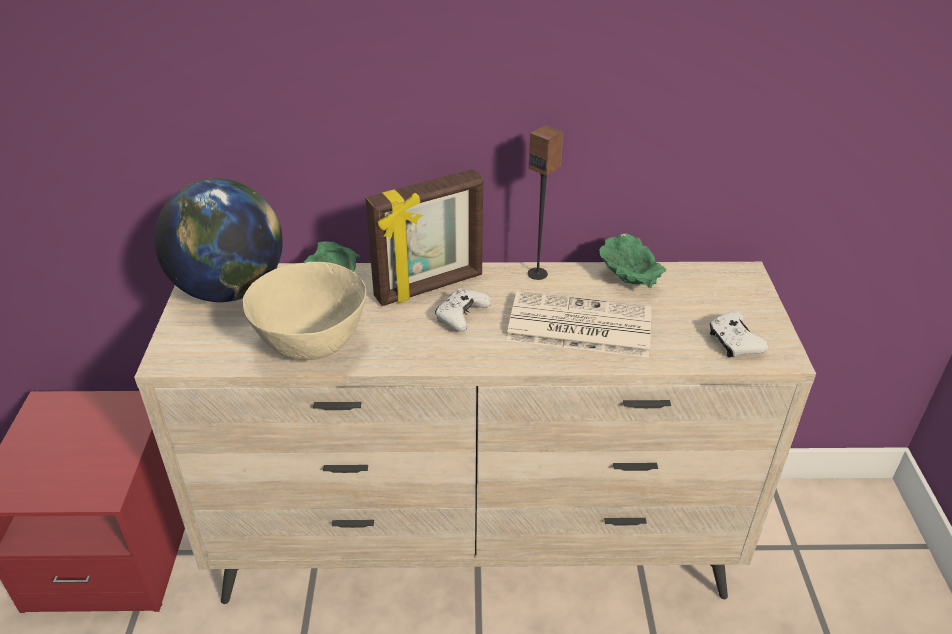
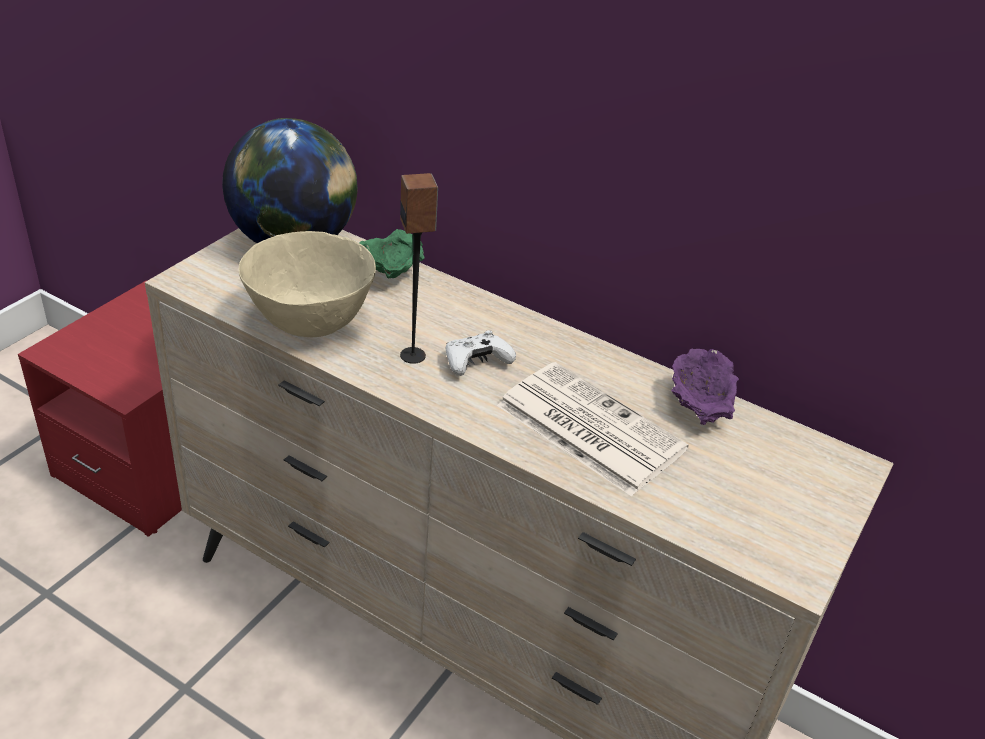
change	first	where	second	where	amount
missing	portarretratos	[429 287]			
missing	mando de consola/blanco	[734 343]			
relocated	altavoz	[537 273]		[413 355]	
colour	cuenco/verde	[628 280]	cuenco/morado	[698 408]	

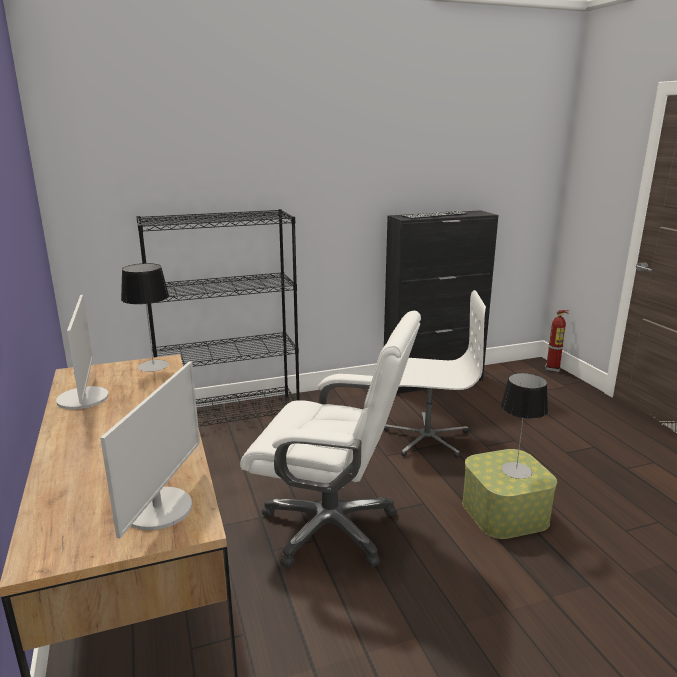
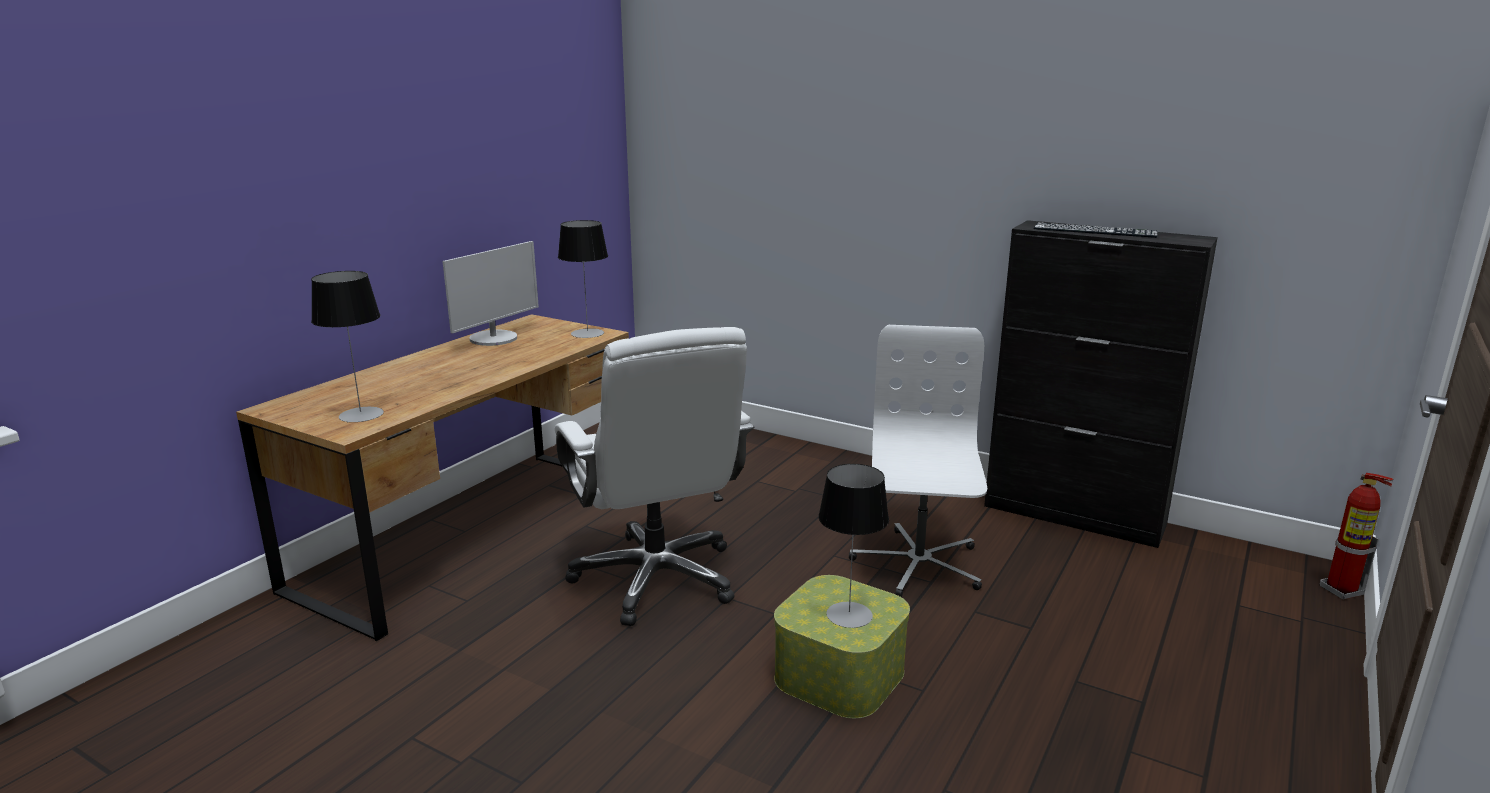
change	first	where	second	where	amount
missing	estantería/negro	[231 416]			
exchanged	monitor	[159 508]	lámpara de mesa	[361 415]	
spun	silla de oficina/blanco	[426 438]		[917 564]	135 degrees counterclockwise

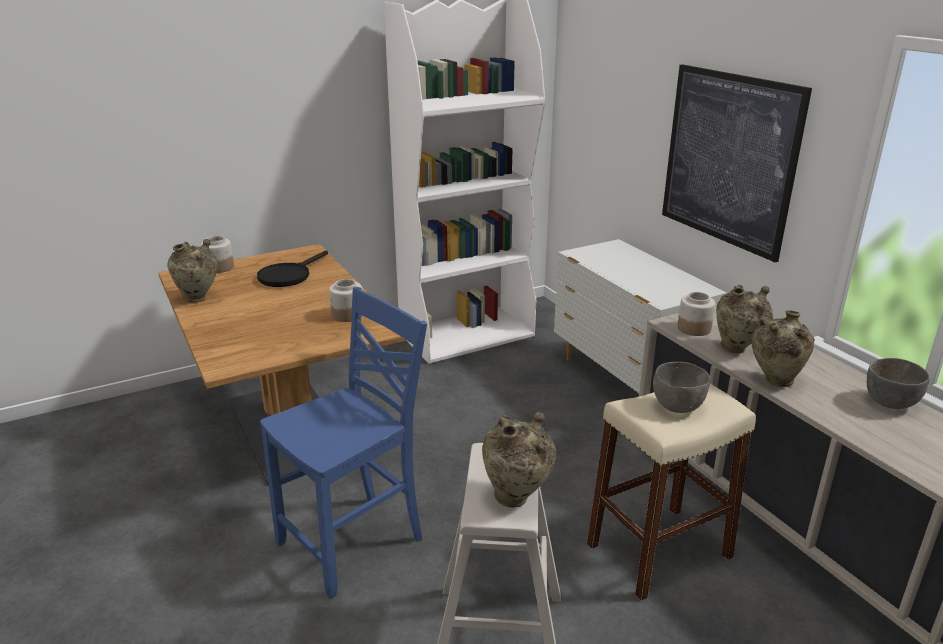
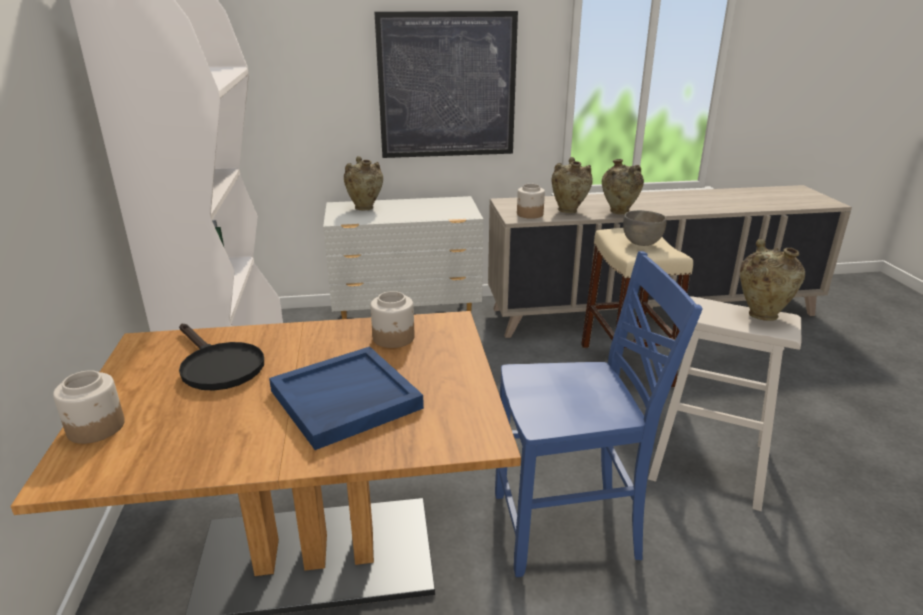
change	first	where	second	where	amount
missing	cuenco/gris	[890 403]			
appeared			bandeja/azul	[345 400]	
relocated	florero/beis	[198 299]		[365 208]	
spun	silla/azul	[354 542]		[569 528]	105 degrees clockwise

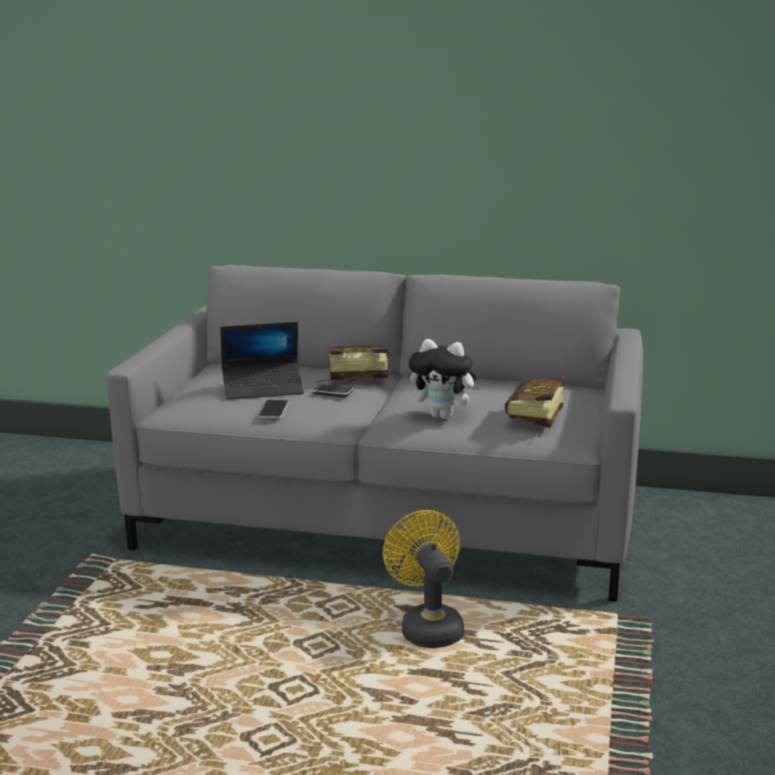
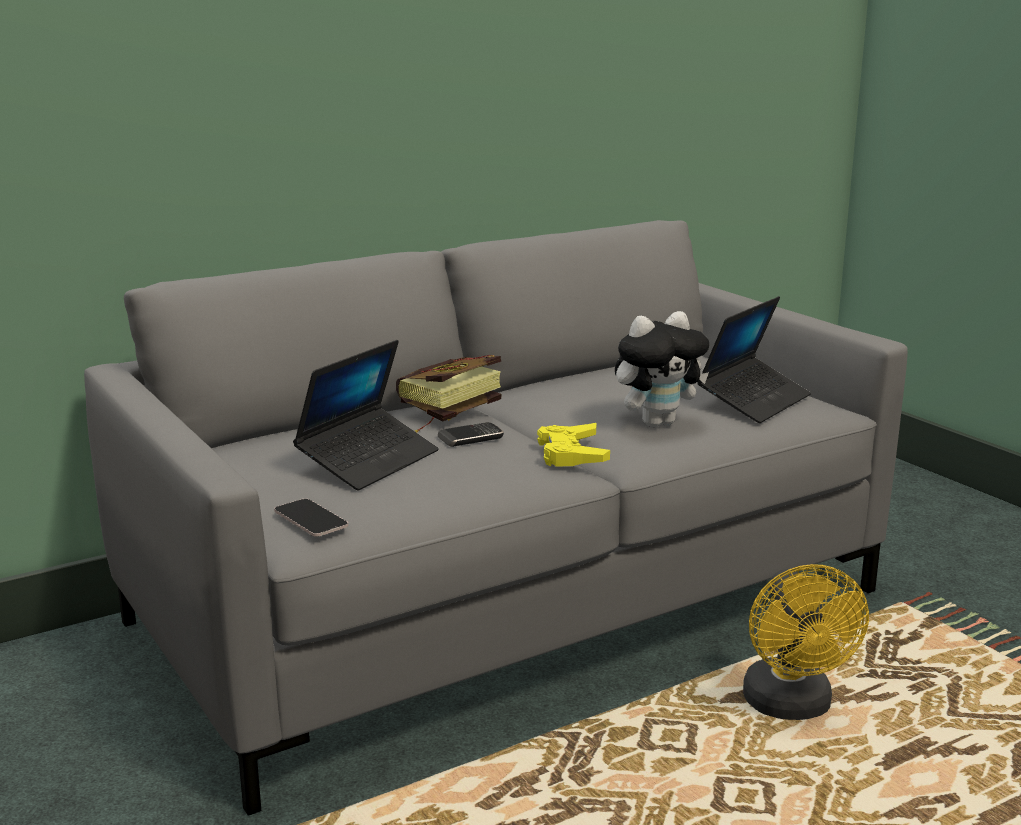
change	first	where	second	where	amount
appeared			mando de consola/amarillo	[571 453]	
relocated	móvil	[273 410]		[310 519]	
exchanged	libro	[533 423]	portátil	[754 401]	
spun	ventilador/amarillo	[427 627]		[792 707]	120 degrees counterclockwise

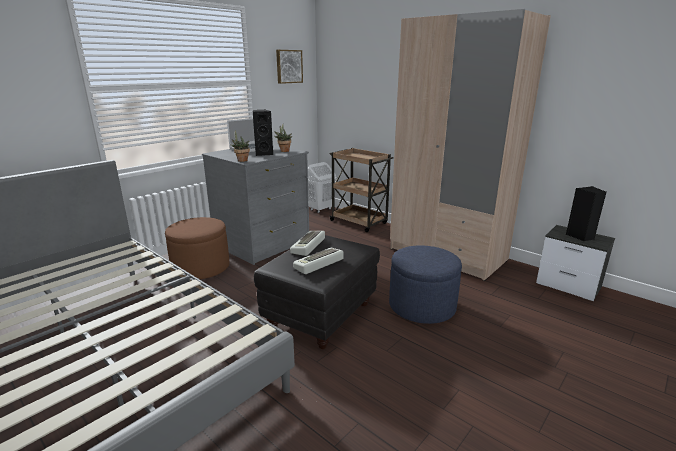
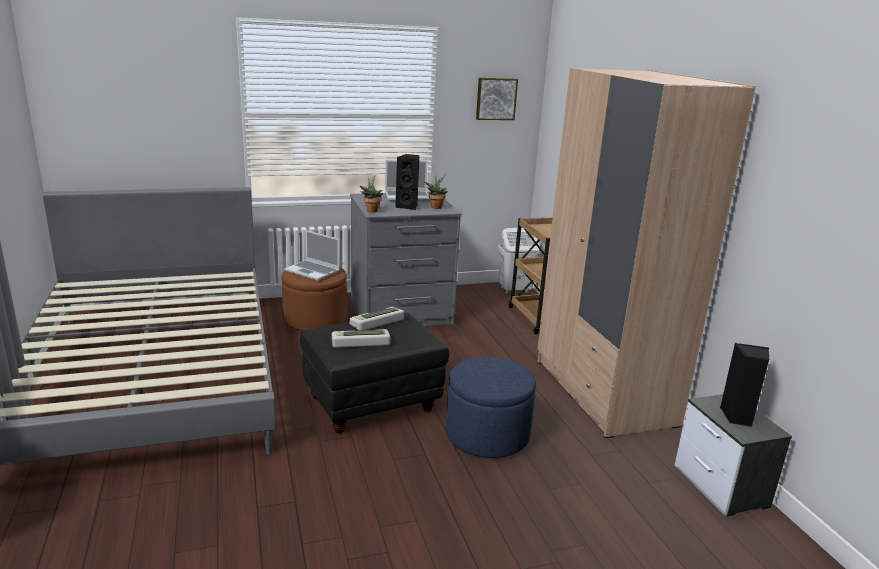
change	first	where	second	where	amount
appeared			portátil	[313 271]	

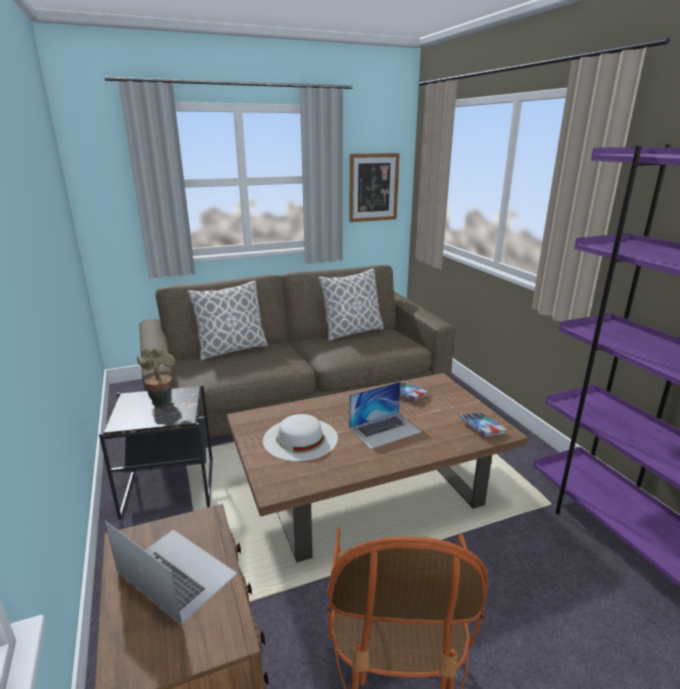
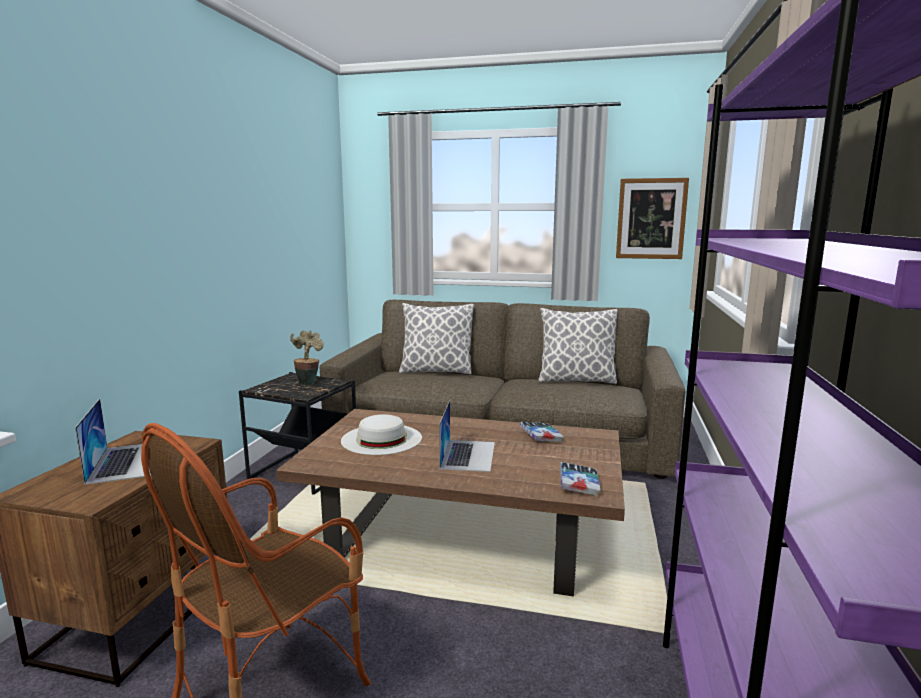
change	first	where	second	where	amount
spun	portátil	[385 430]		[468 455]	90 degrees counterclockwise

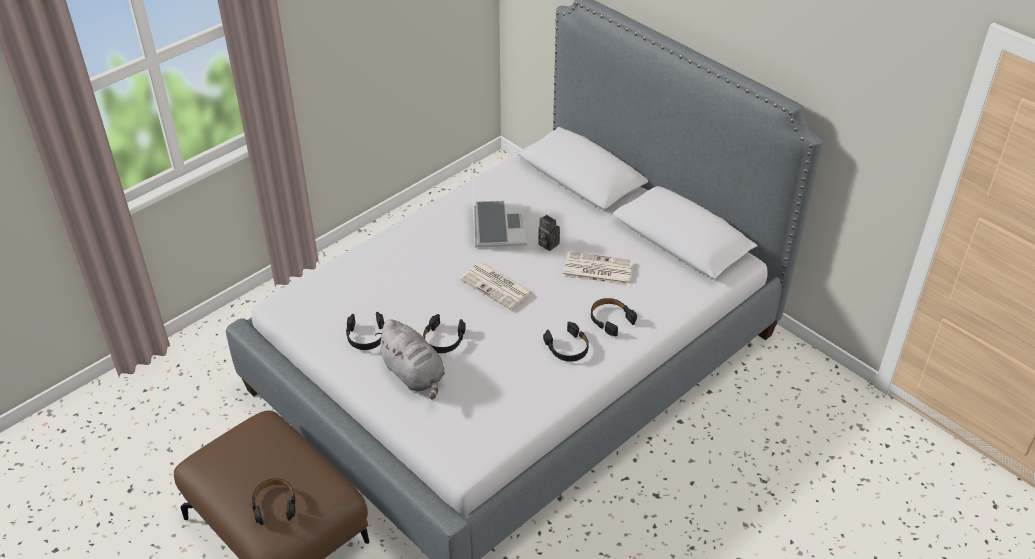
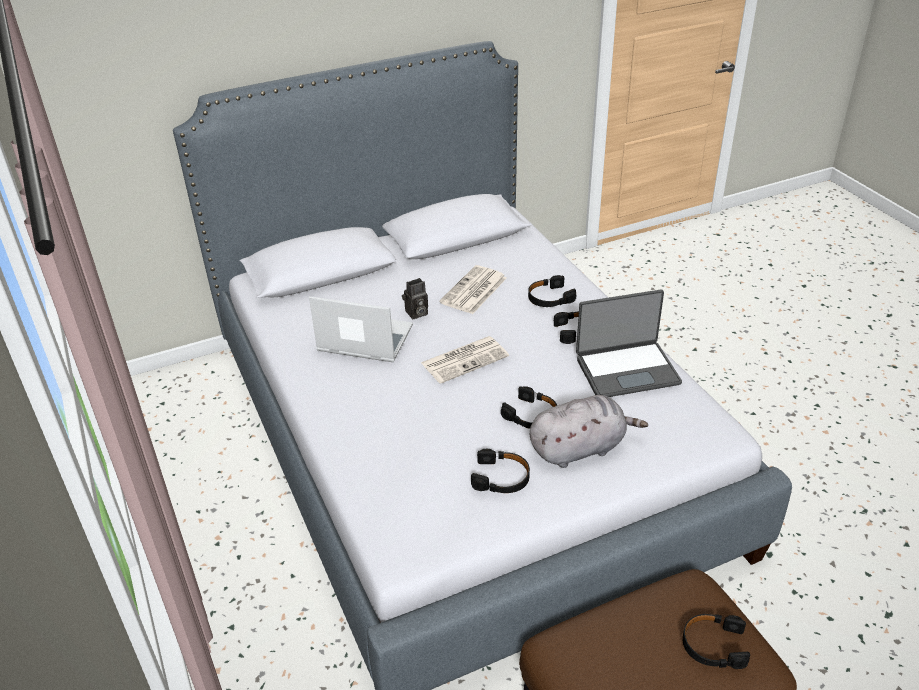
change	first	where	second	where	amount
appeared			portátil	[626 370]	

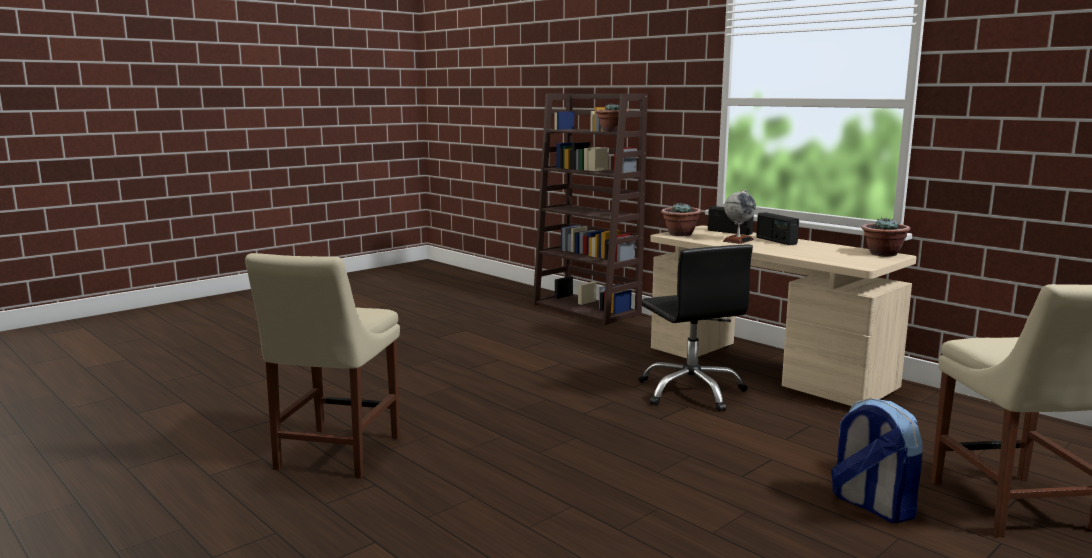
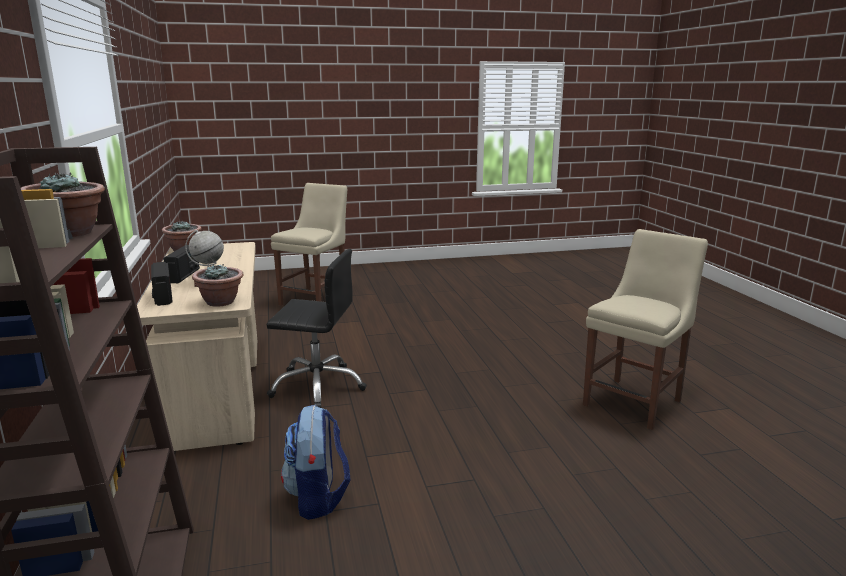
change	first	where	second	where	amount
relocated	mochila	[871 506]		[318 498]	
spun	silla de oficina/negro	[691 392]		[318 386]	90 degrees clockwise

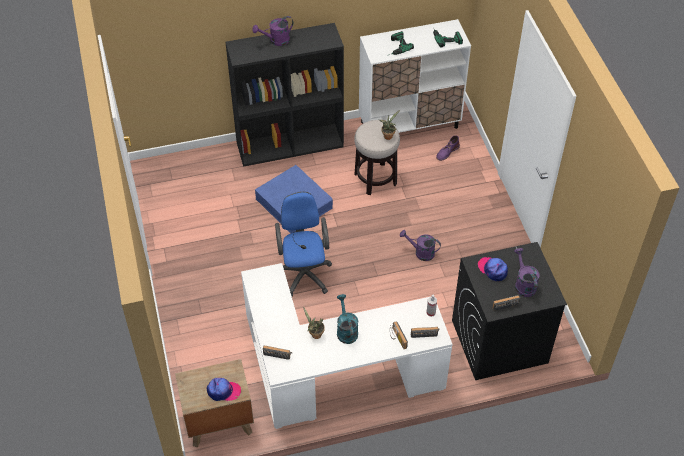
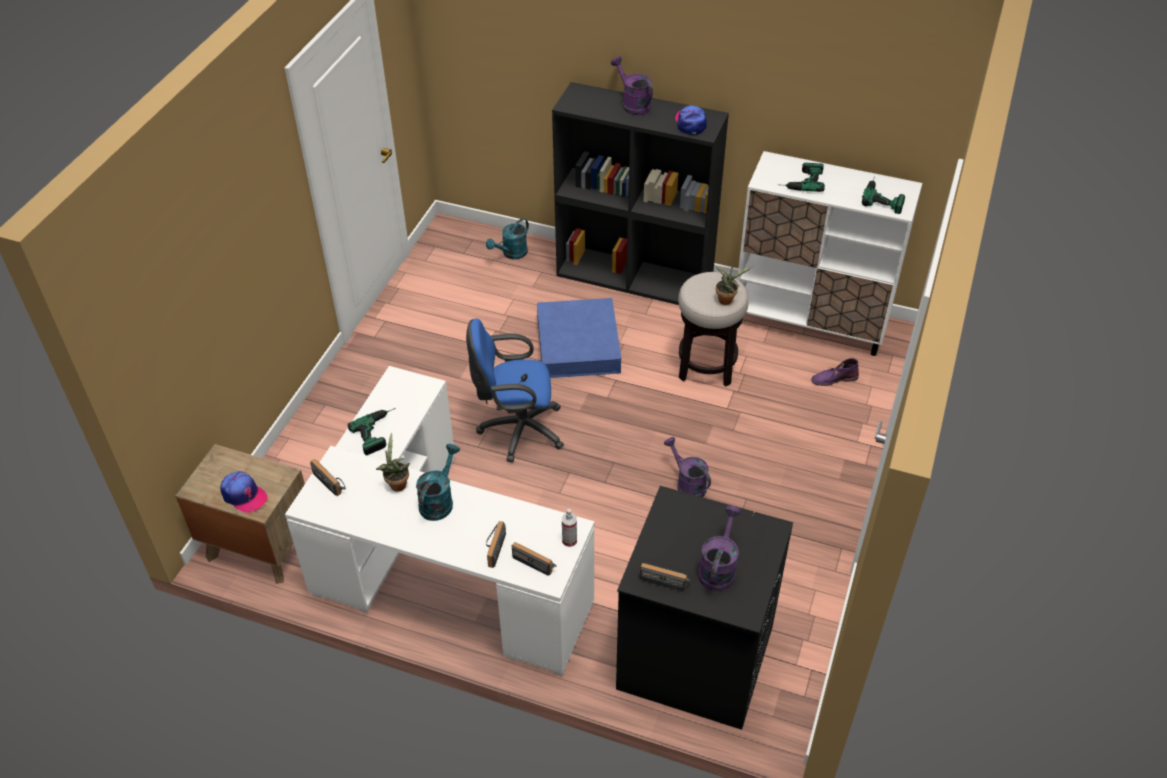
change	first	where	second	where	amount
appeared			taladro	[379 431]	
appeared			regadera/turquesa	[511 254]	
relocated	gorra	[493 269]		[690 123]	
spun	regadera/morado	[276 41]		[632 104]	45 degrees clockwise
spun	silla de oficina/azul	[304 272]		[517 430]	120 degrees counterclockwise

